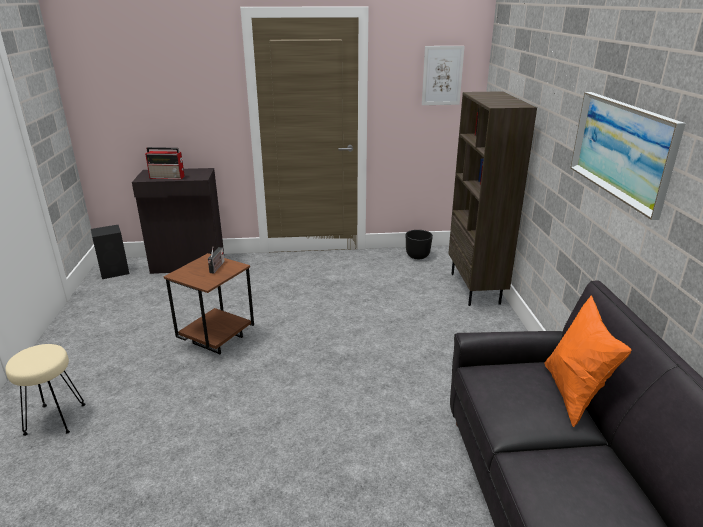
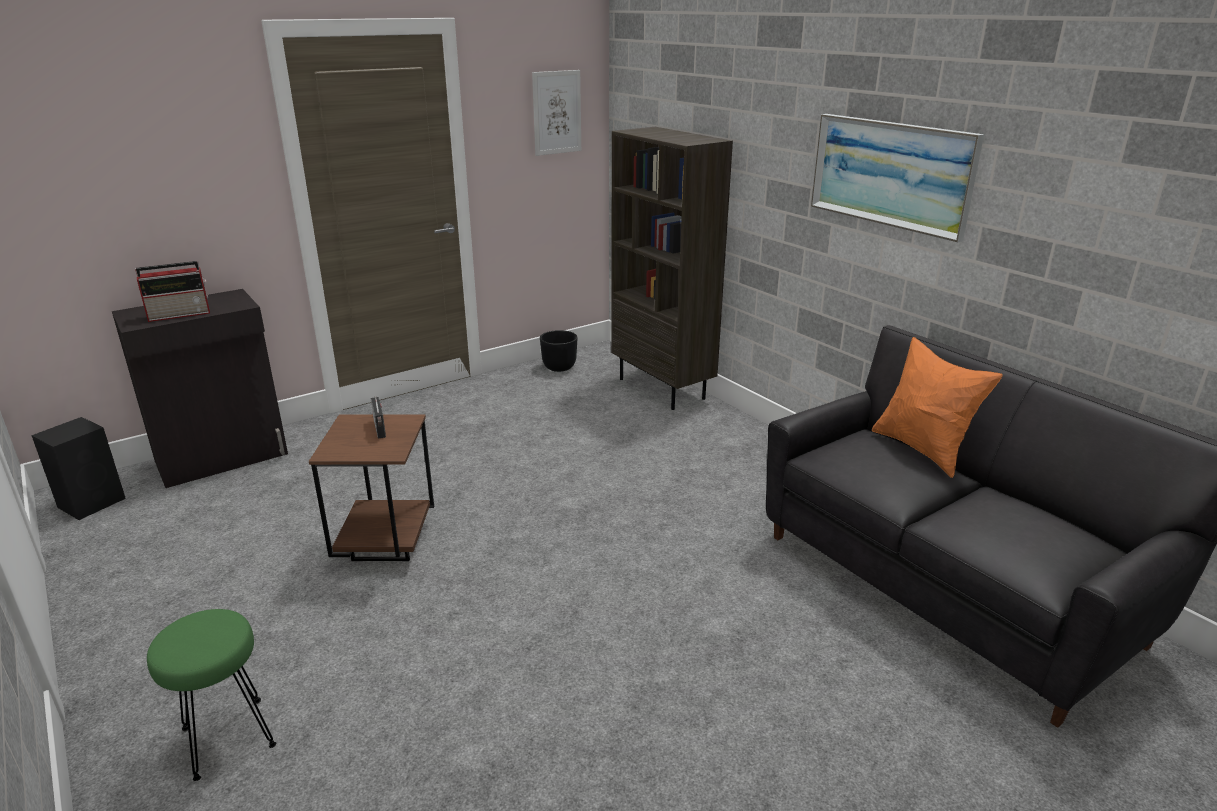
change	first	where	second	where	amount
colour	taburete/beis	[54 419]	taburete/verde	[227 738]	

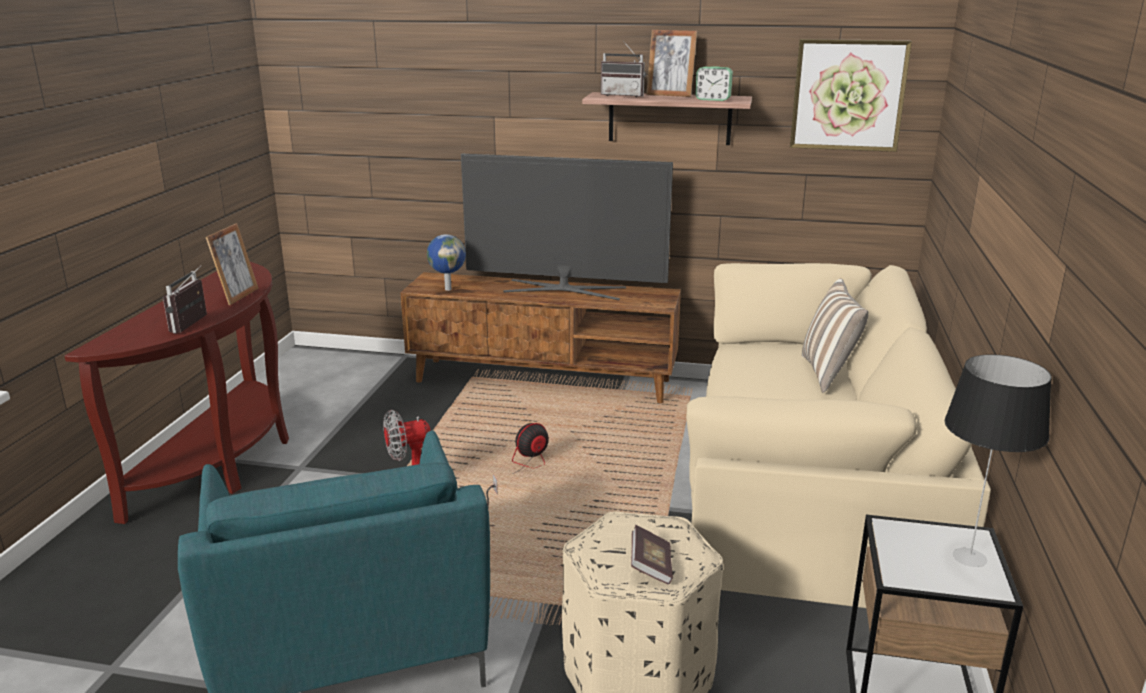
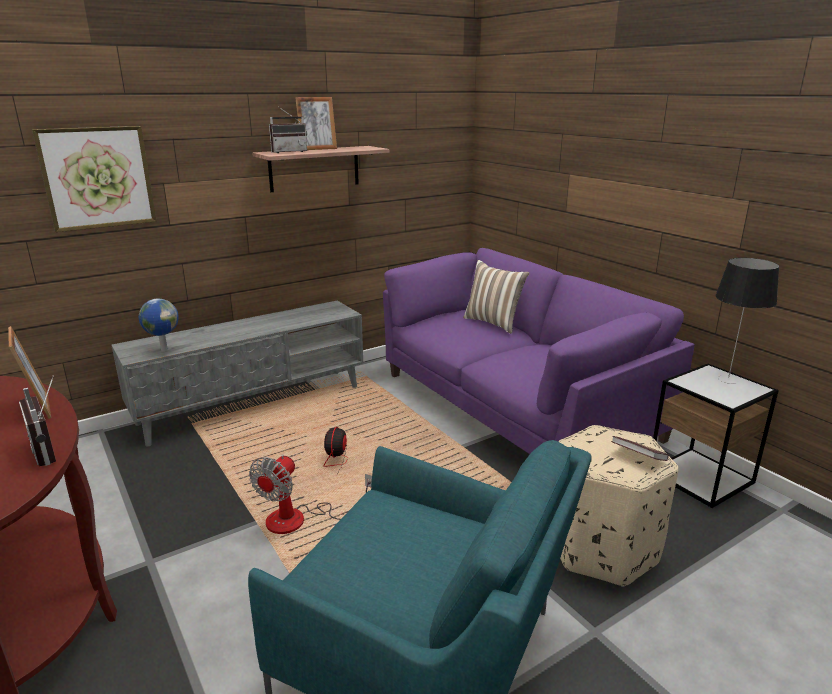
change	first	where	second	where	amount
missing	televisor	[565 289]			
missing	despertador	[713 99]			
relocated	cuadro	[848 95]		[97 178]	
colour	mueble de televisión/marrón	[543 380]	mueble de televisión/gris	[253 404]	
colour	sofá/beis	[807 498]	sofá/morado	[514 405]	

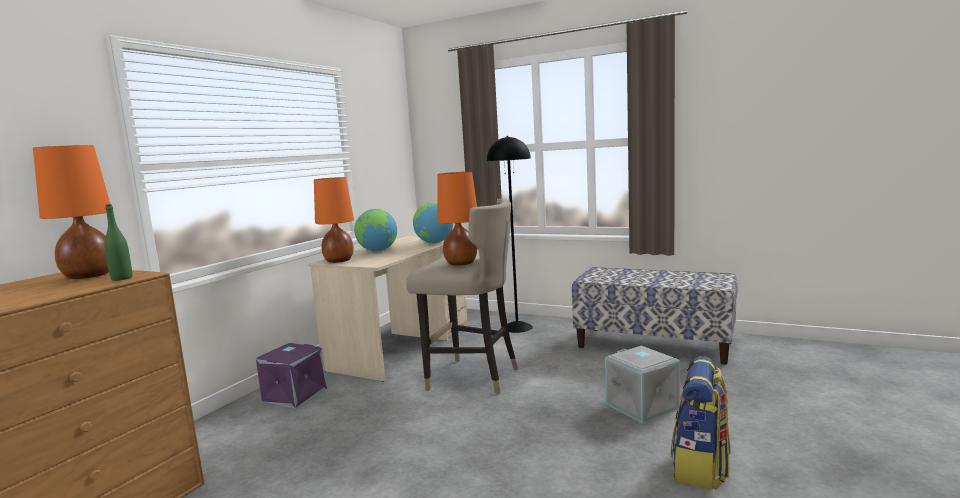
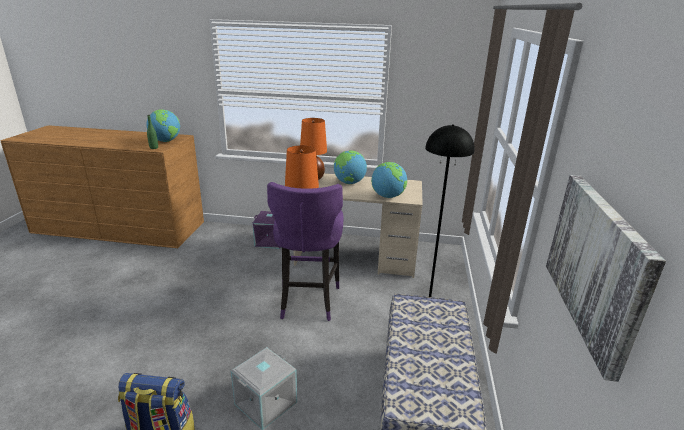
change	first	where	second	where	amount
appeared			cuadro	[597 265]	
exchanged	lámpara de mesa/naranja	[88 276]	globo terráqueo	[166 141]	
colour	taburete/beis	[472 377]	taburete/morado	[308 301]	

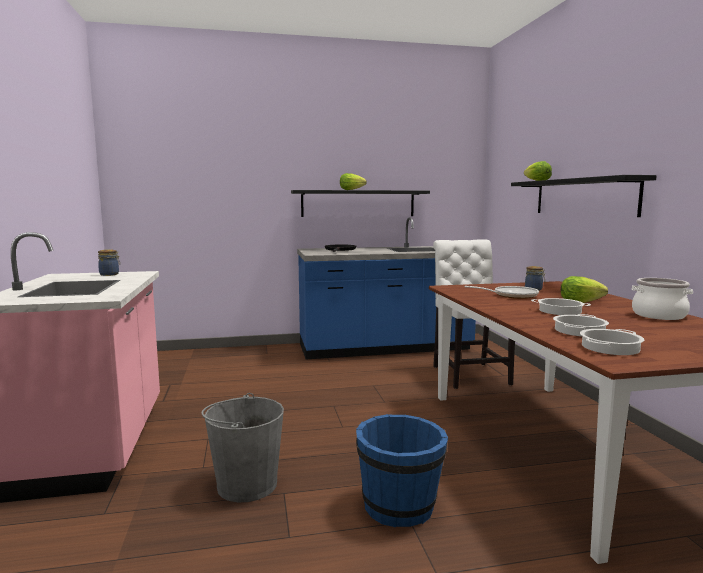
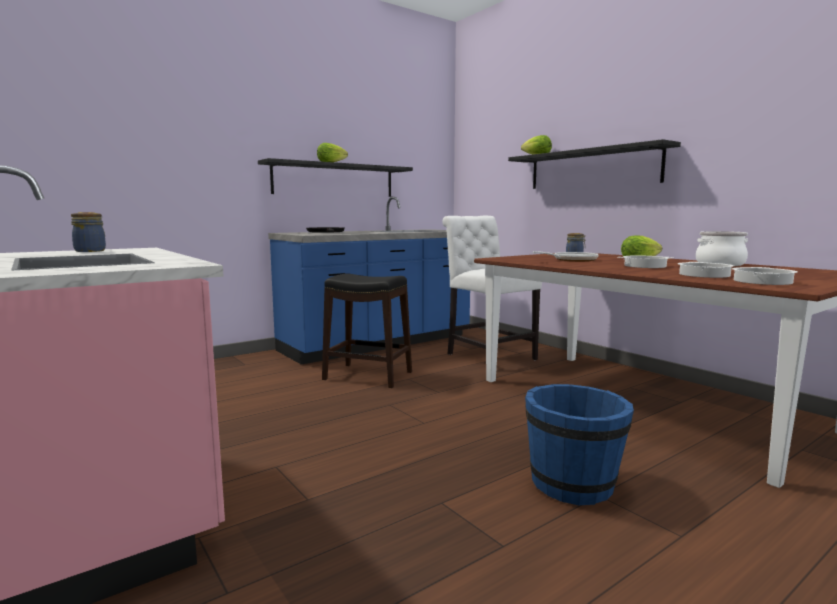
change	first	where	second	where	amount
missing	cubo/gris	[246 484]			
appeared			taburete/negro	[368 376]	

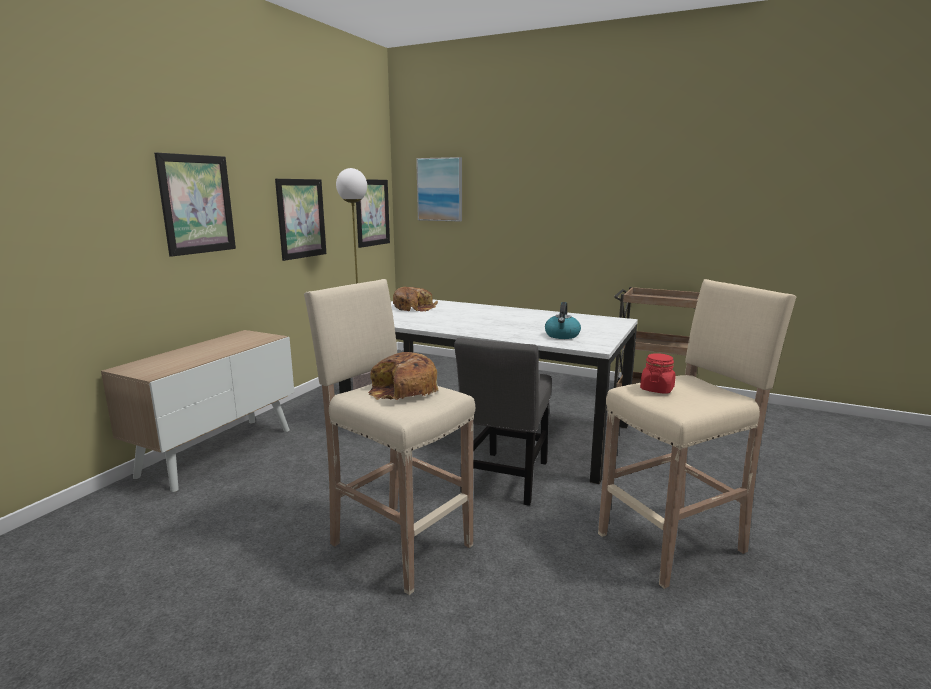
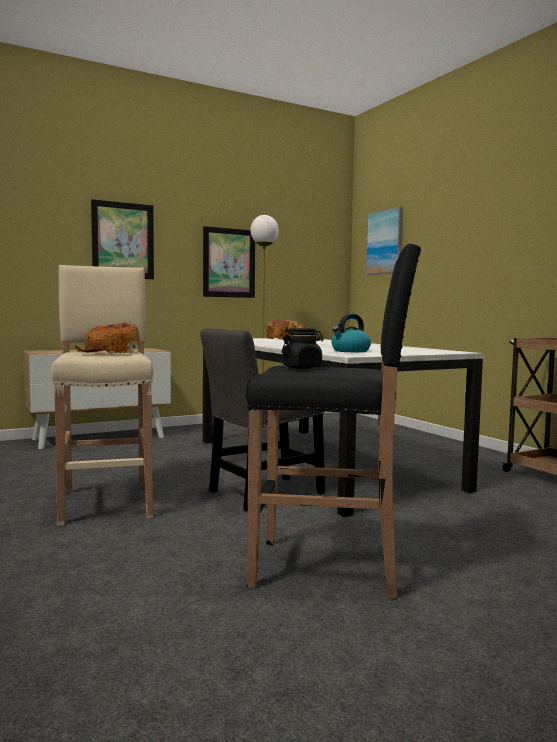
change	first	where	second	where	amount
missing	cuadro	[372 212]			
colour	taburete/beis	[674 542]	taburete/negro	[329 568]	
colour	tarro/rojo	[657 389]	tarro/negro	[302 367]	

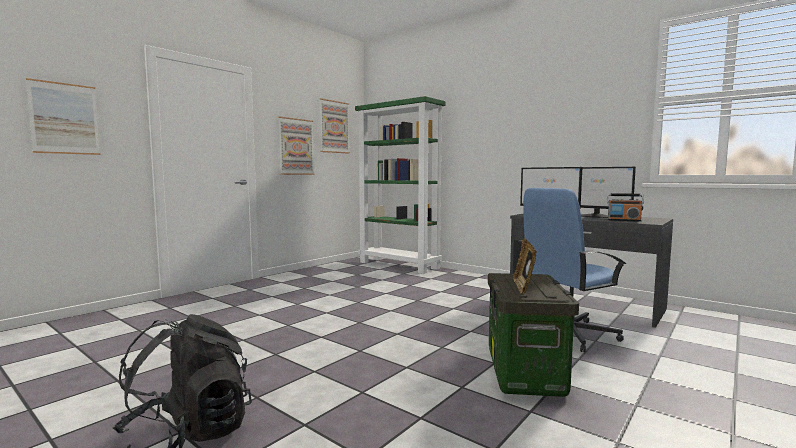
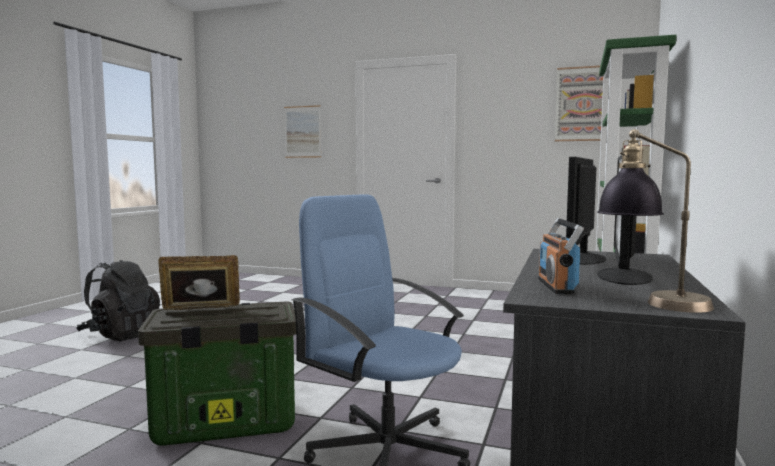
change	first	where	second	where	amount
missing	cuadro	[296 146]			
appeared			lámpara de mesa	[651 303]	

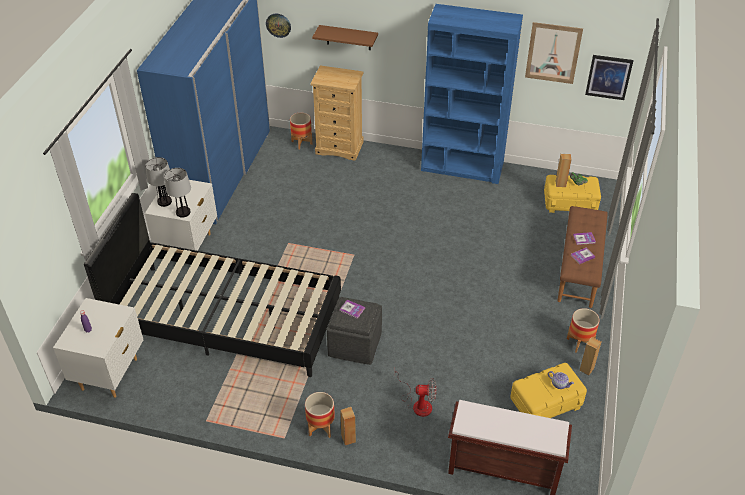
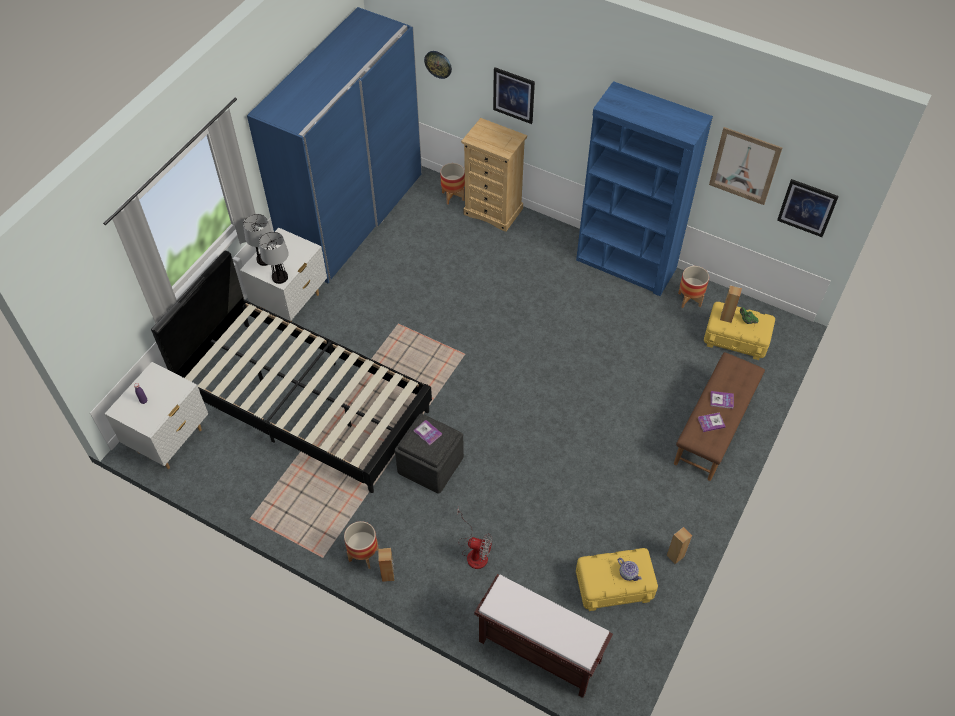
change	first	where	second	where	amount
relocated	maceta	[579 343]		[689 300]	
exchanged	estante/marrón	[348 37]	cuadro	[514 95]	

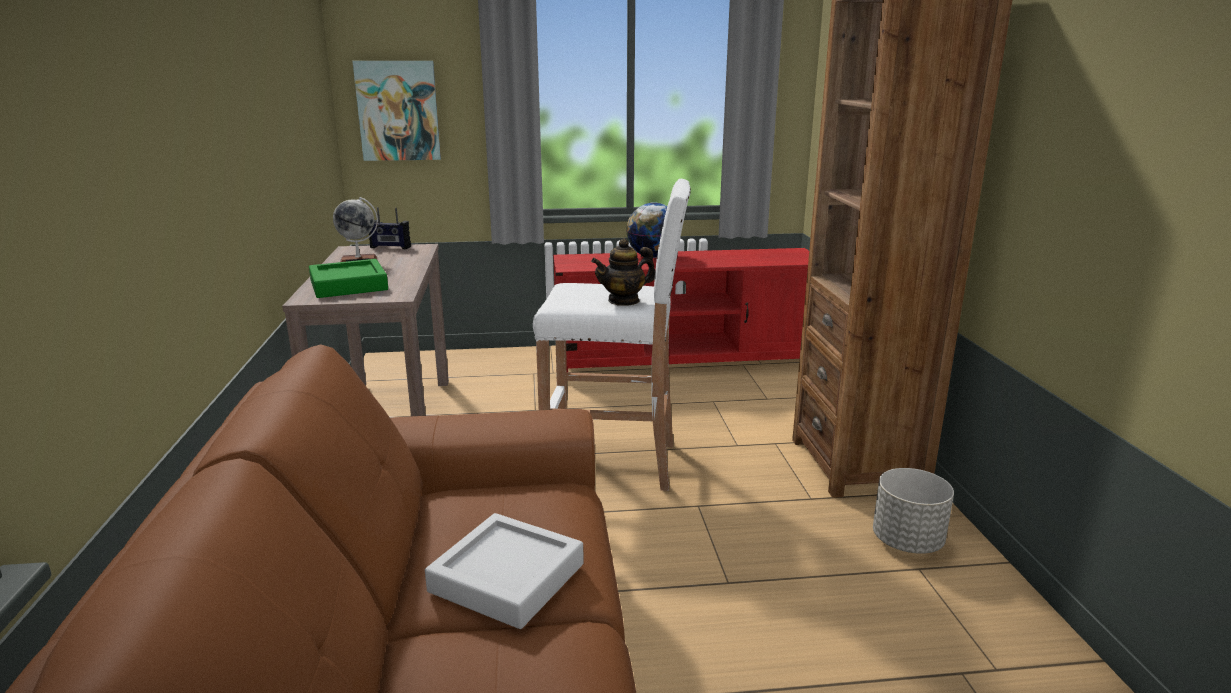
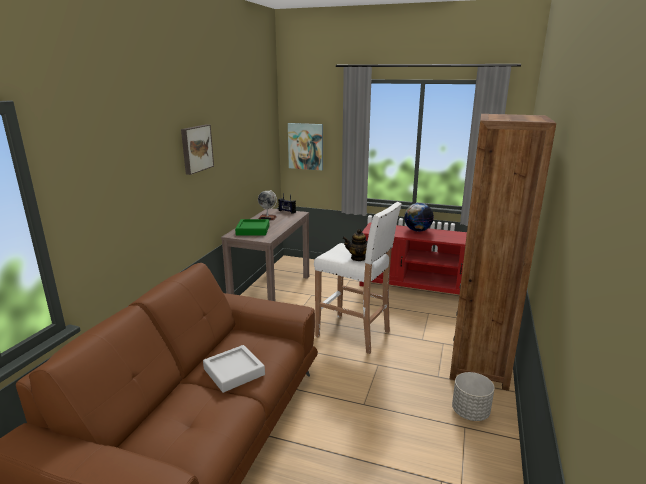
change	first	where	second	where	amount
appeared			cuadro	[196 148]	

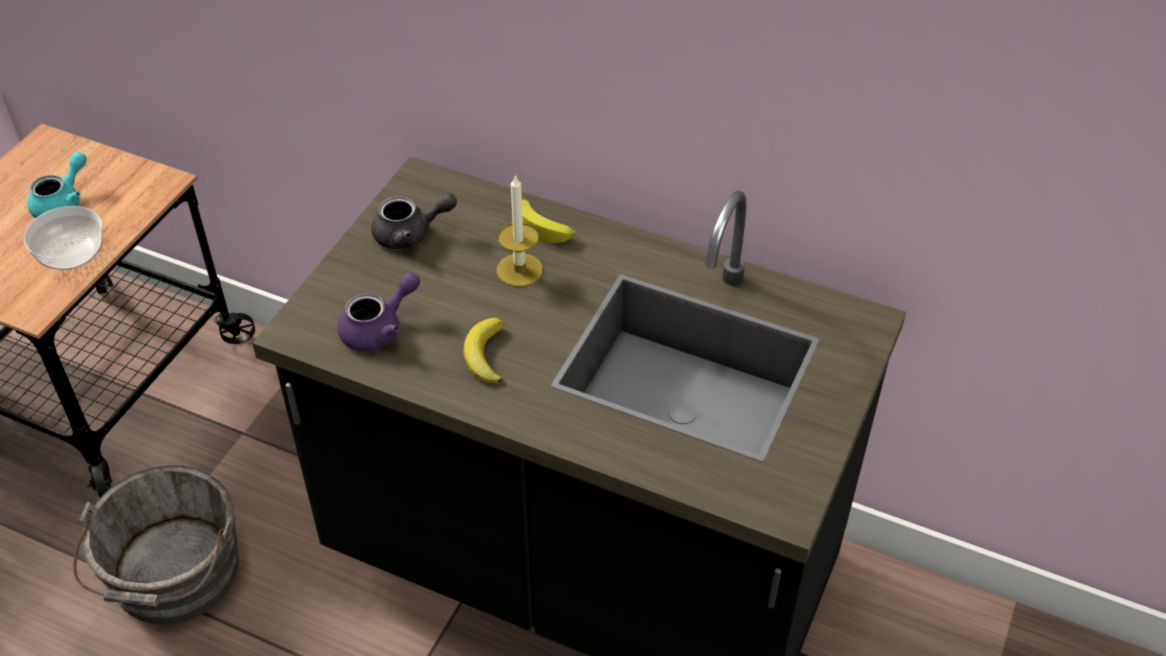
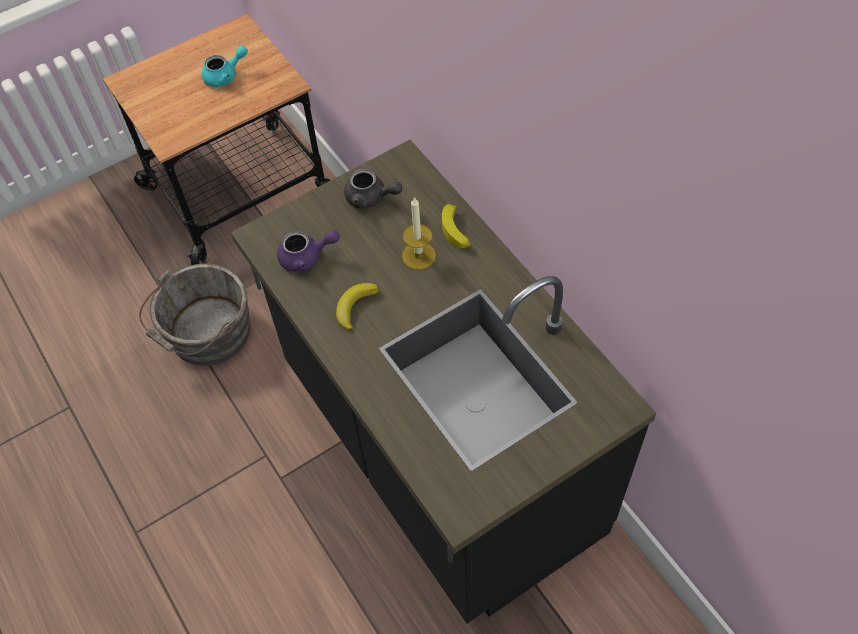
change	first	where	second	where	amount
missing	cuenco	[72 252]			

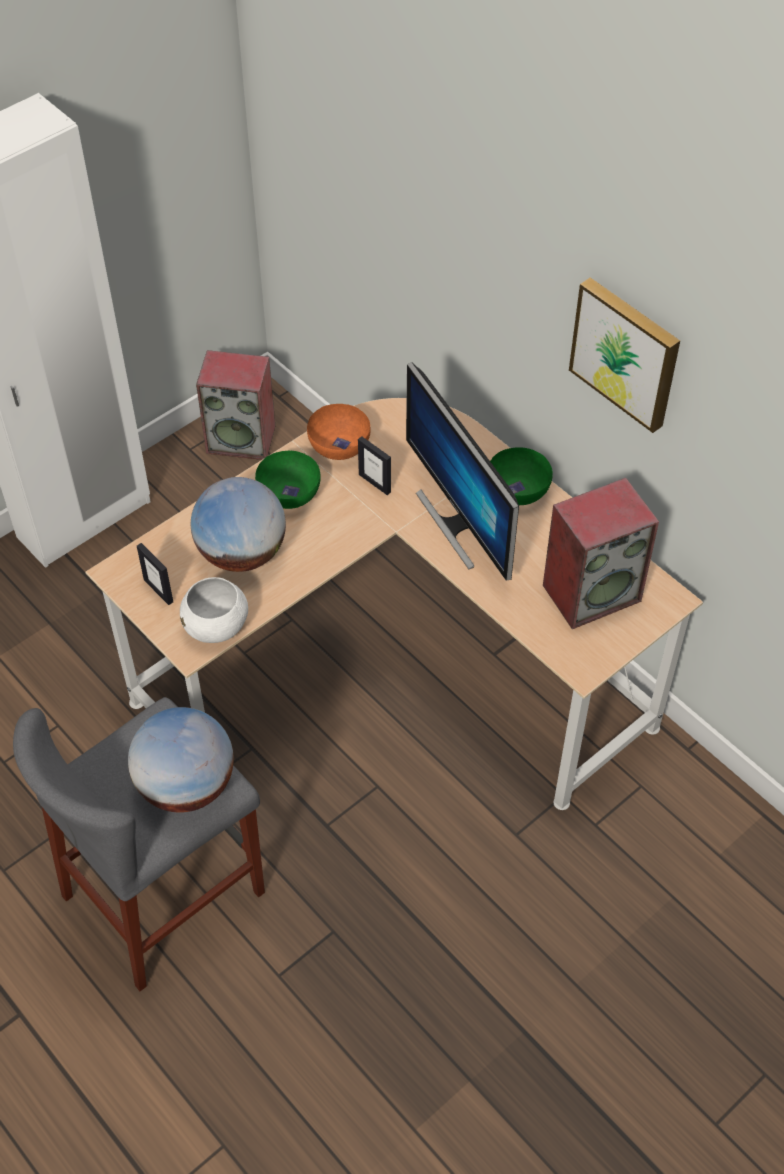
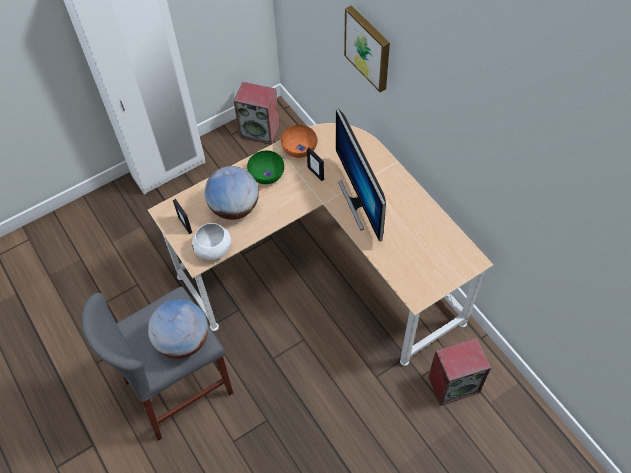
change	first	where	second	where	amount
missing	cuenco/verde	[517 491]			
relocated	altavoz	[592 592]		[453 384]	
relocated	cuadro	[627 352]		[369 48]	

